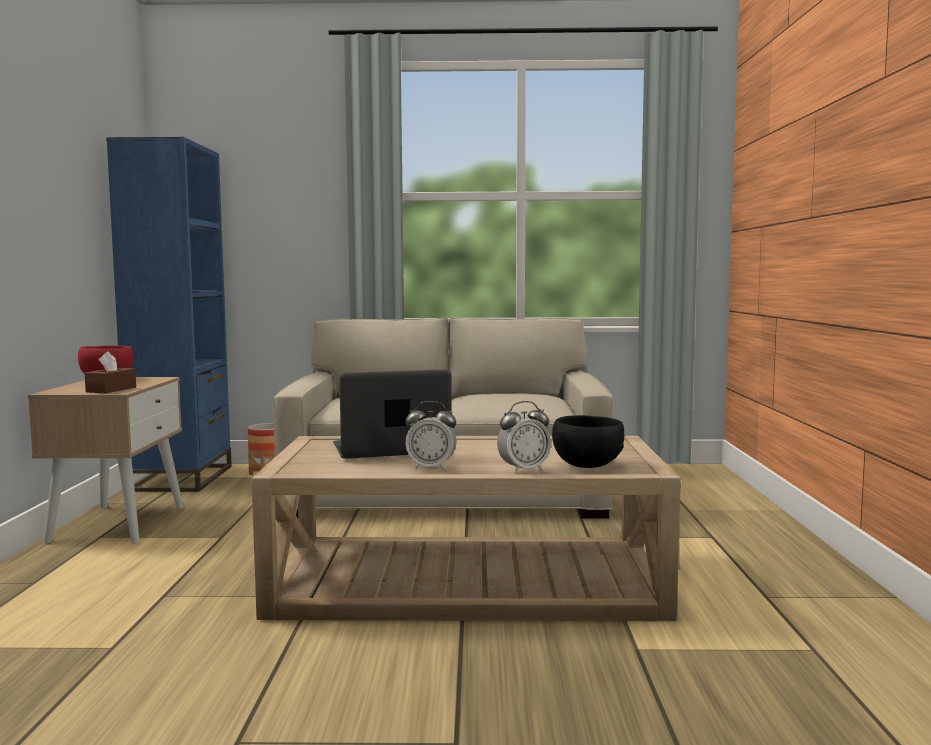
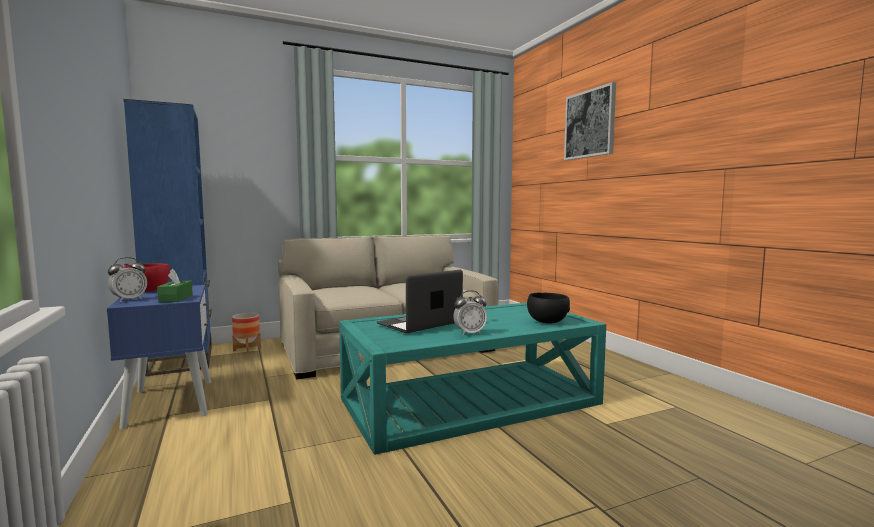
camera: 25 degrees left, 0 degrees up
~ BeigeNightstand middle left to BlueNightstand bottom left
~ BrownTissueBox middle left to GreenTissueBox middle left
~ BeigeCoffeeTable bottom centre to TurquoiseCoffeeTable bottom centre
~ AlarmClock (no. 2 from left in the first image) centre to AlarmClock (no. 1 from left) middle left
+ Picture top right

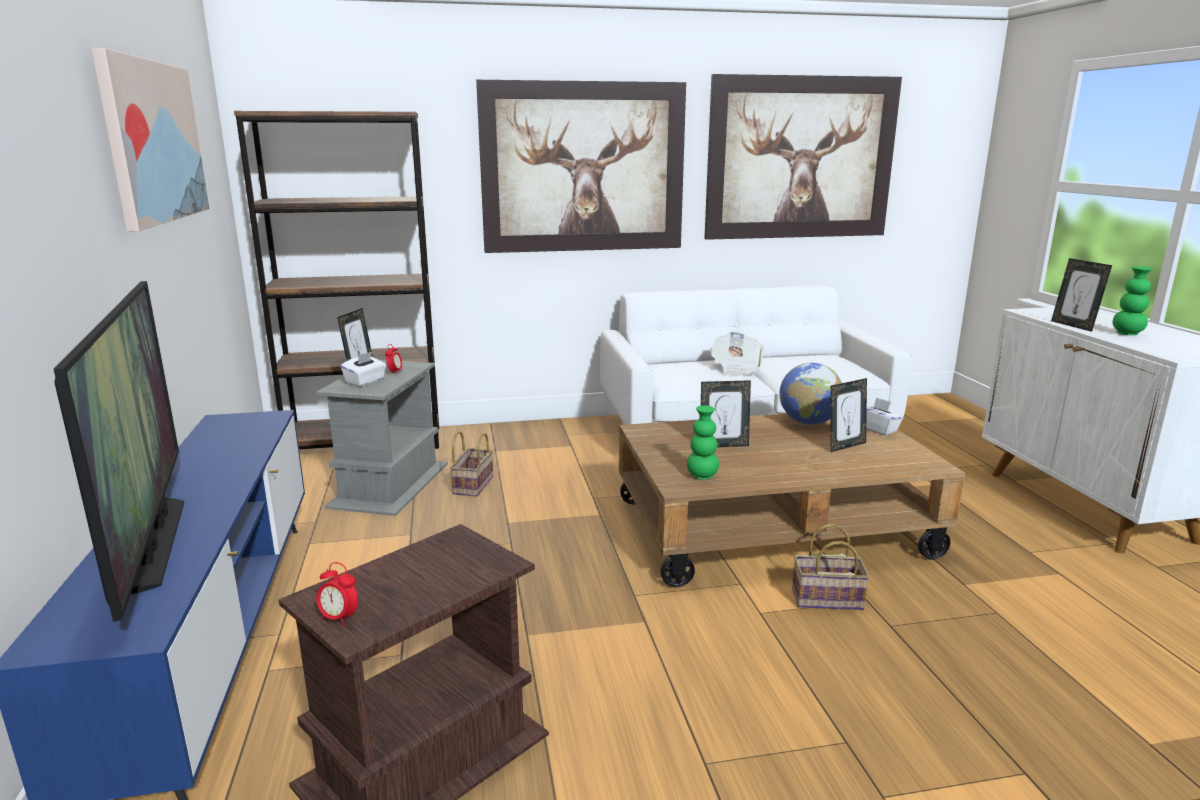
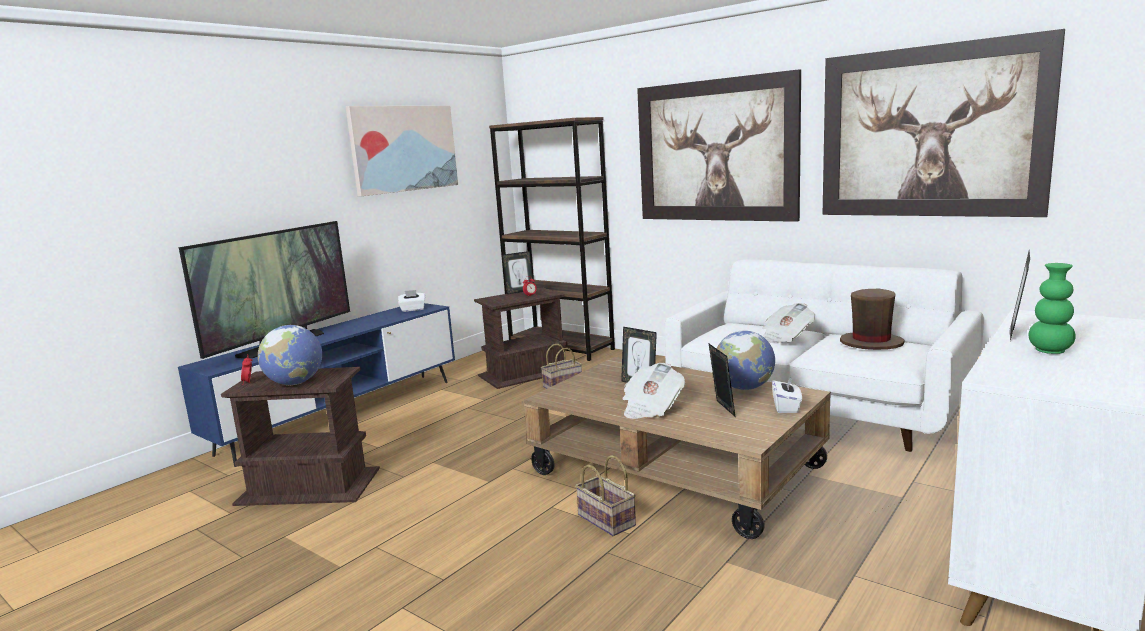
camera: 50 degrees right, 5 degrees down
~ GreySideTable middle left to BrownSideTable (no. 2 from left) centre
~ WhiteTissueBox (no. 1 from left) middle left to centre
- GreenVase (no. 1 from left) centre
~ PictureFrame (no. 3 from left) middle right = centre 120 degrees counterclockwise
+ Globe (no. 1 from left) middle left
+ Newspaper (no. 1 from left) centre
+ BrownHat middle right

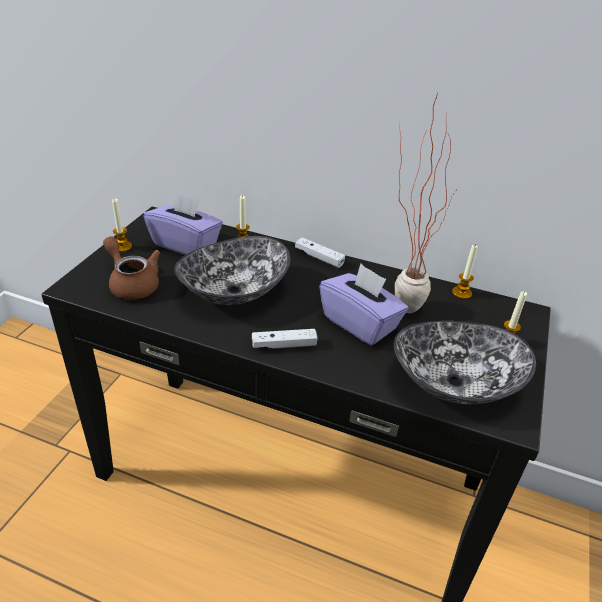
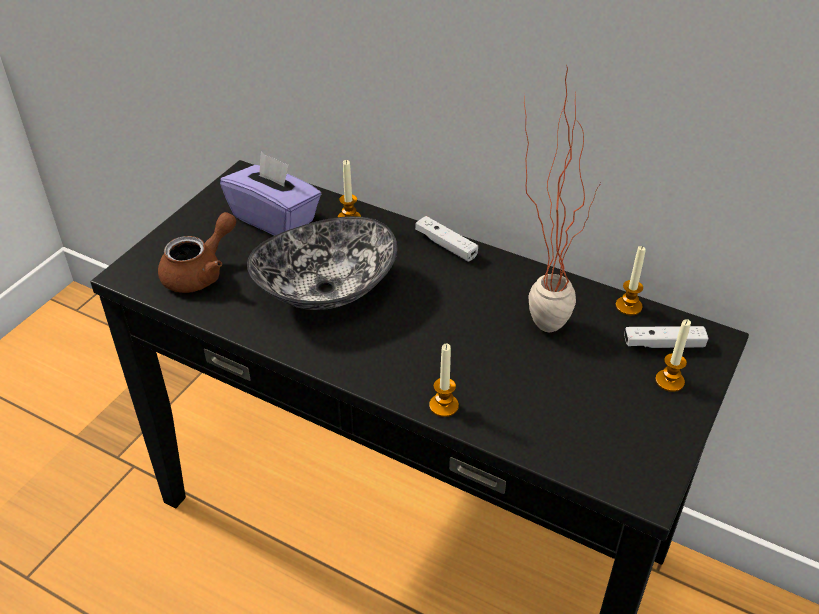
camera: 10 degrees right, 5 degrees up
~ BrownTeapot middle left = middle left 75 degrees clockwise
~ Candle (no. 1 from left in the first image) middle left to Candle (no. 2 from left) centre
~ WhiteGameController (no. 1 from left in the first image) centre to WhiteGameController (no. 2 from left) middle right
- PurpleTissueBox (no. 2 from left) centre
- Bowl (no. 2 from left) middle right

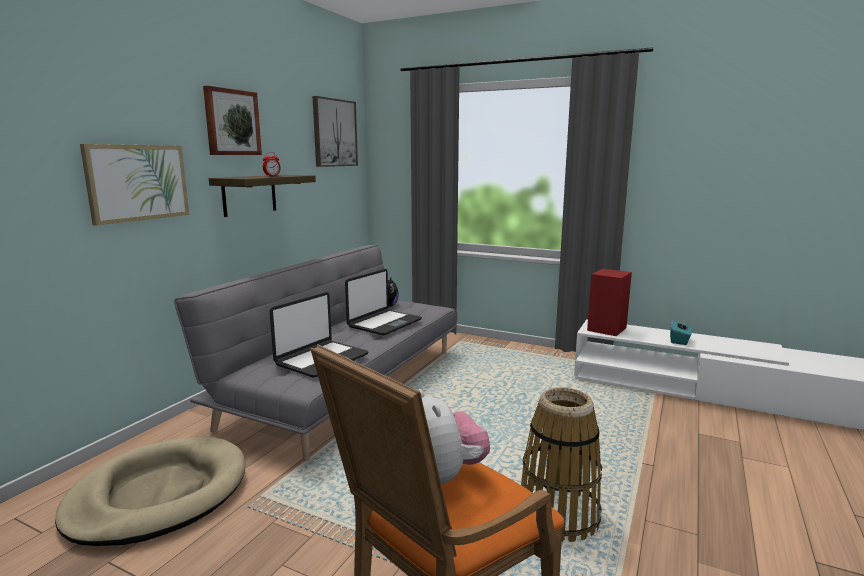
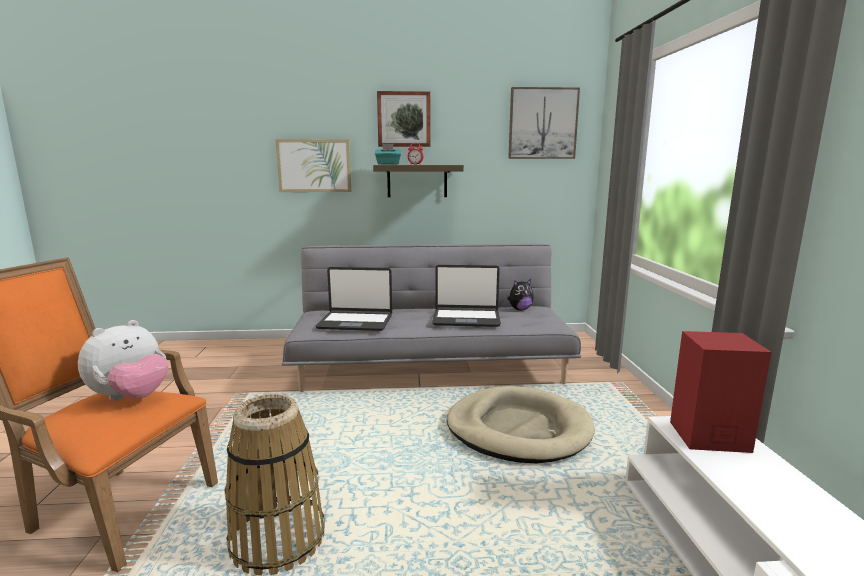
camera: 60 degrees right, 0 degrees up
~ BeigeDogBed bottom left to bottom centre
~ TurquoiseTissueBox middle right to top centre

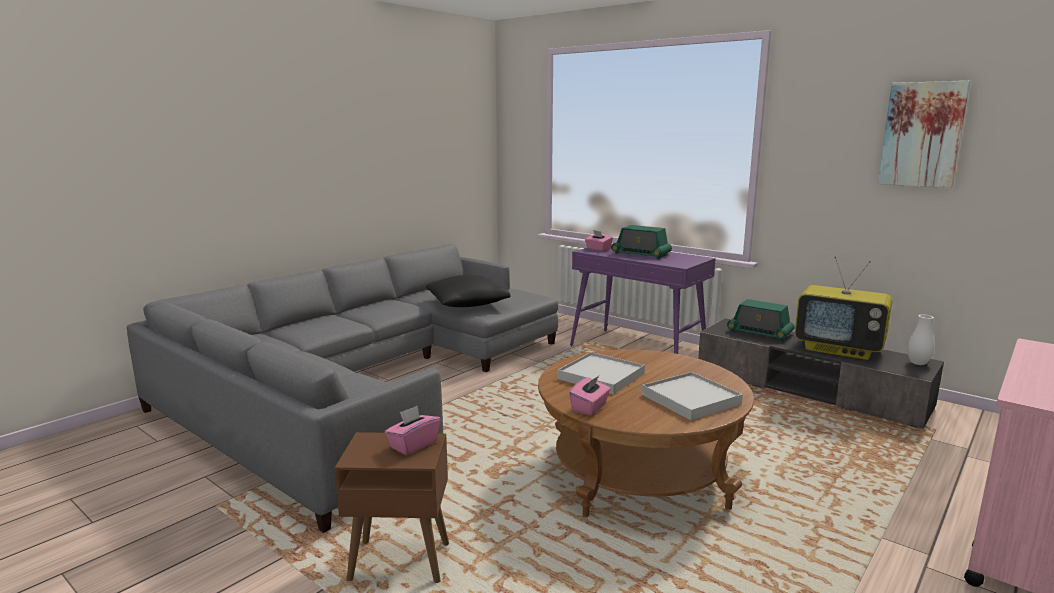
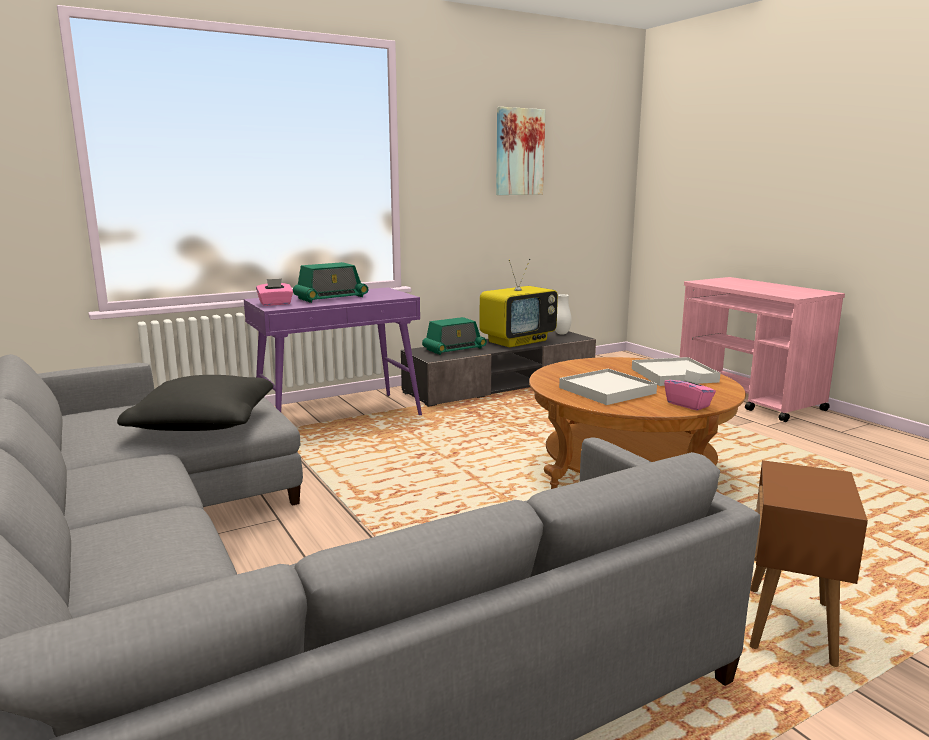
camera: 70 degrees left, 0 degrees up
- PinkTissueBox (no. 1 from left) bottom centre

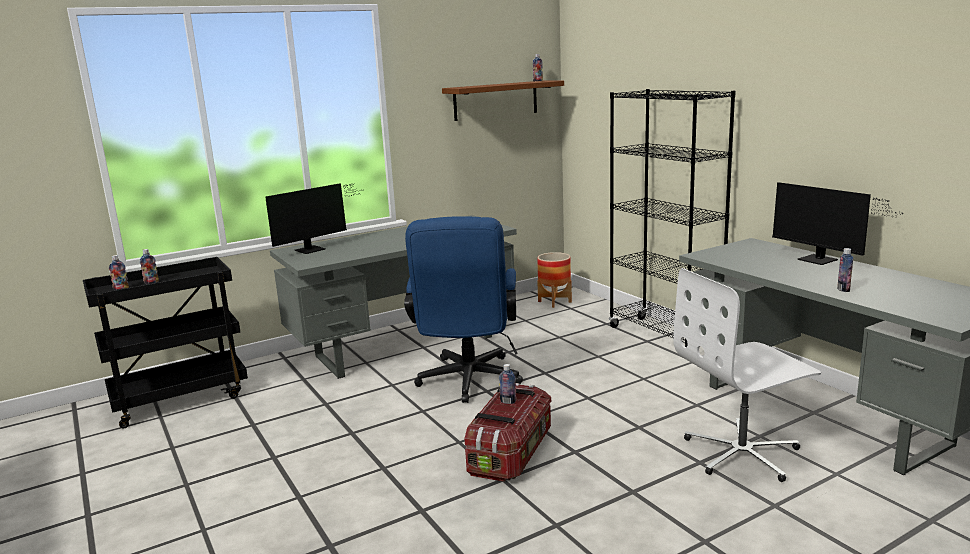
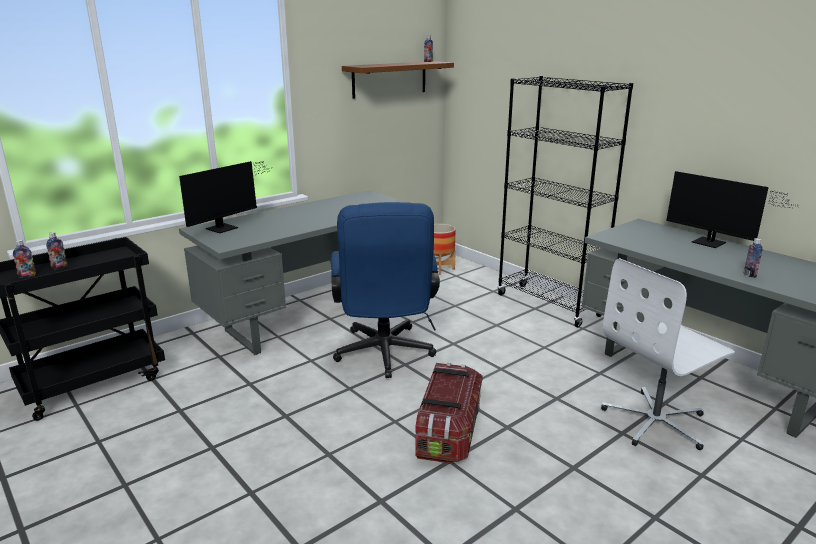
camera: 10 degrees left, 5 degrees up
- Bottle (no. 3 from left) bottom centre

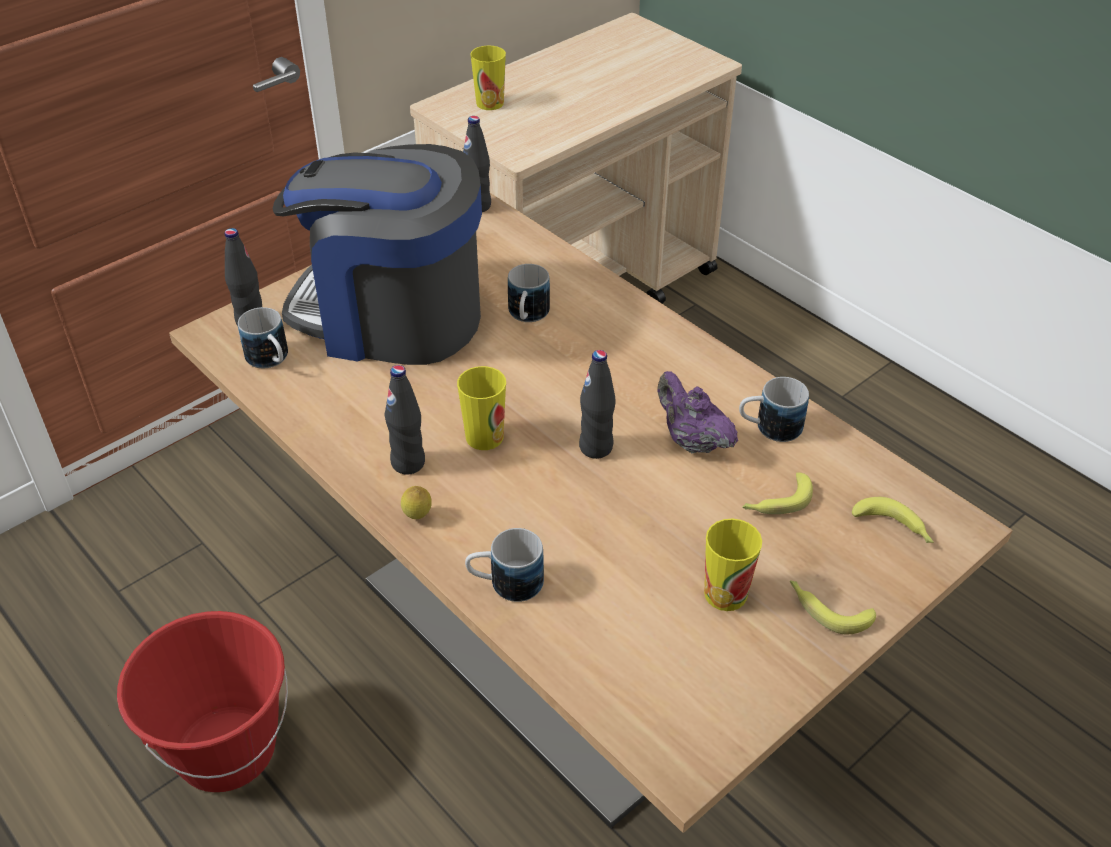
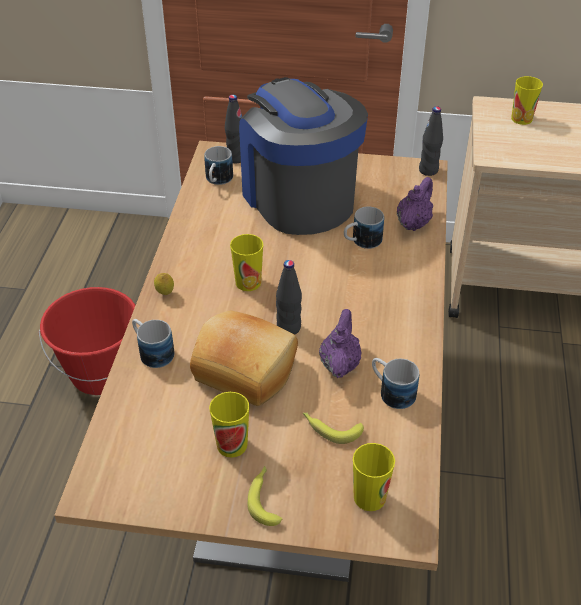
camera: 50 degrees right, 0 degrees up
- BlackBottle (no. 2 from left) centre
~ Banana (no. 3 from left) middle right to Cup (no. 3 from left) bottom centre
+ Bread centre
+ PurpleTeapot (no. 2 from left) middle right

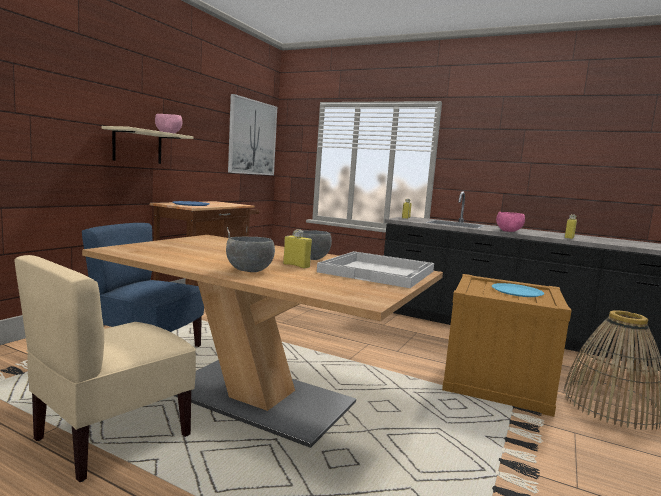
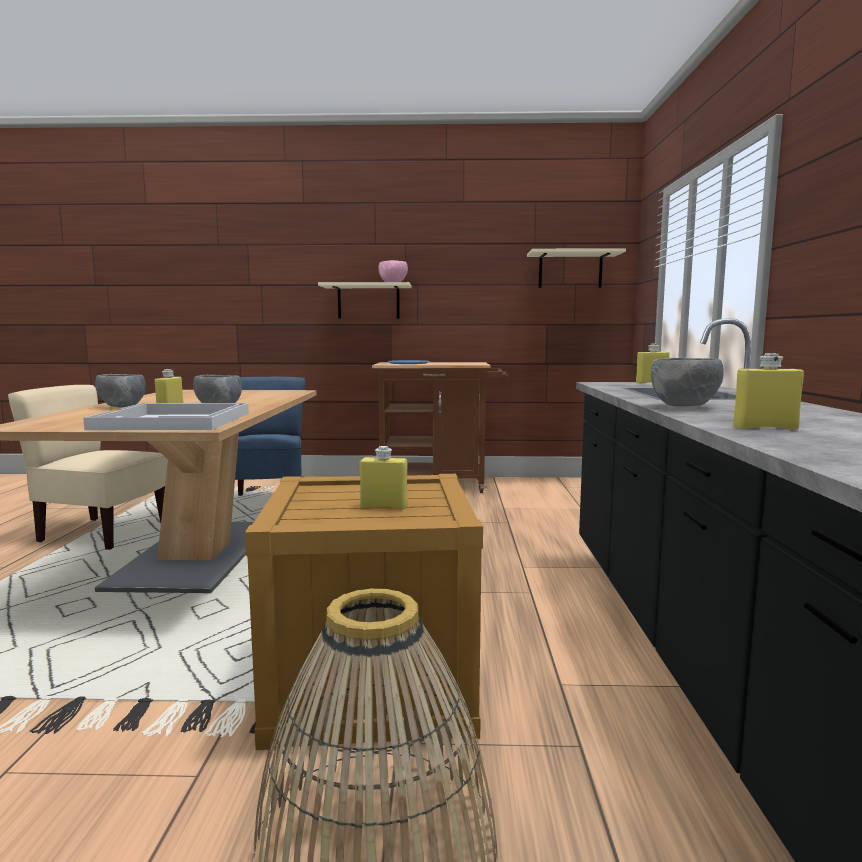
camera: 65 degrees right, 0 degrees up
~ Picture top centre to BeigeShelf (no. 2 from left) top right
~ BluePlate (no. 2 from left) middle right to YellowBottle (no. 2 from left) centre
~ PinkBowl (no. 2 from left) middle right to GreyBowl (no. 3 from left) middle right

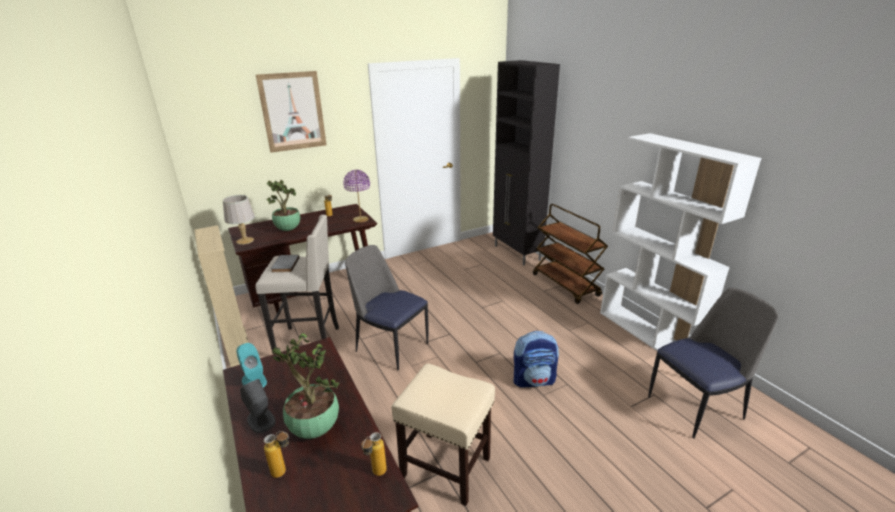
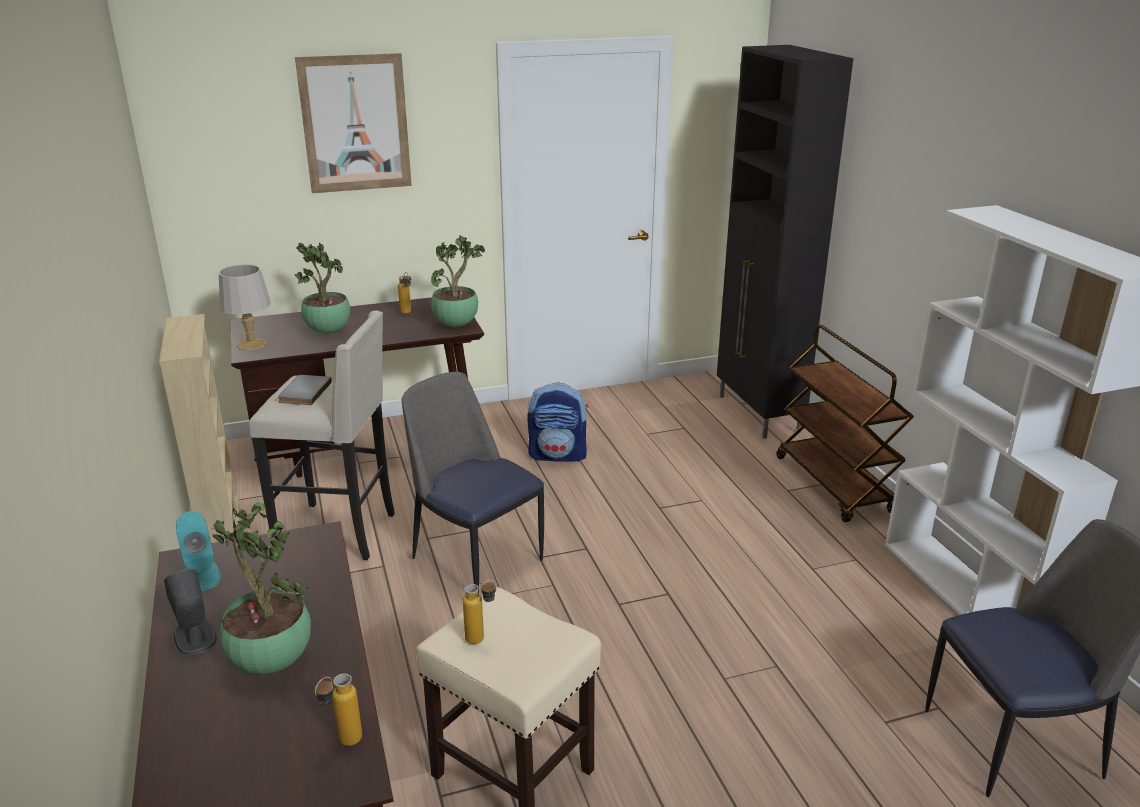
camera: 10 degrees right, 0 degrees up
~ Bottle (no. 1 from left in the first image) bottom left to Bottle (no. 3 from left) bottom centre
~ PurpleTableLamp centre to PottedPlant (no. 3 from left) centre
~ Backpack bottom centre to centre

